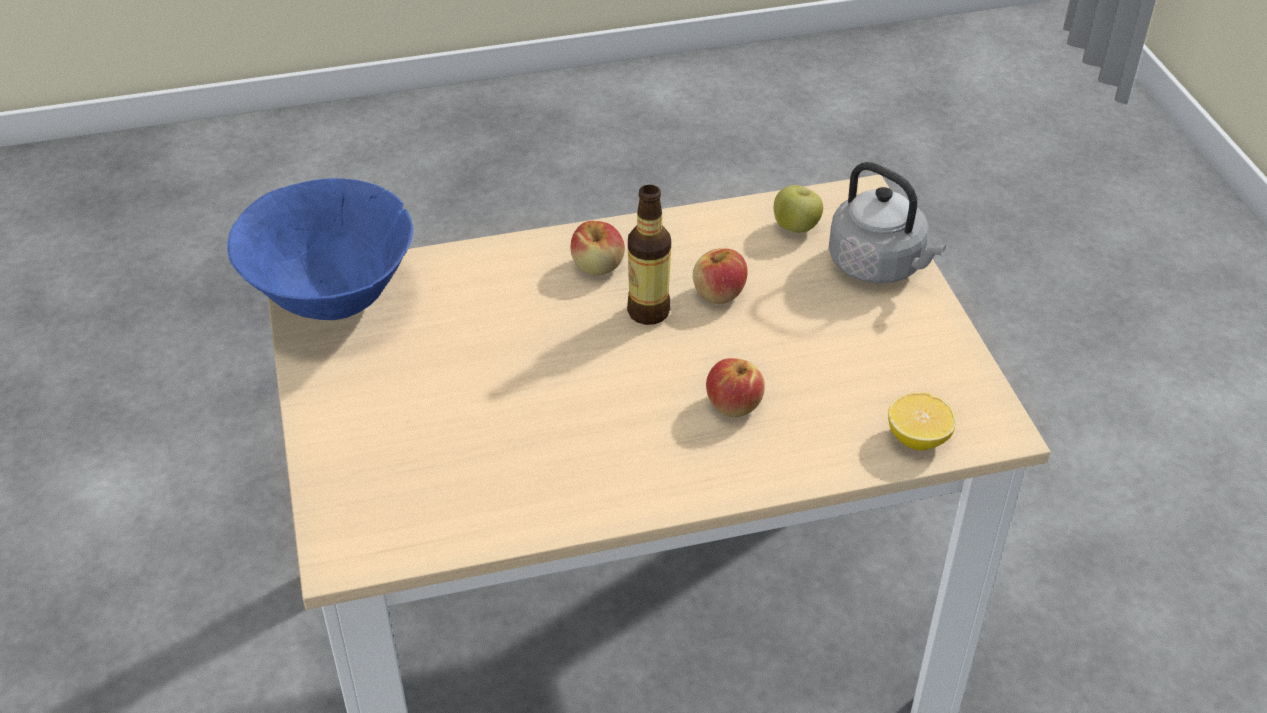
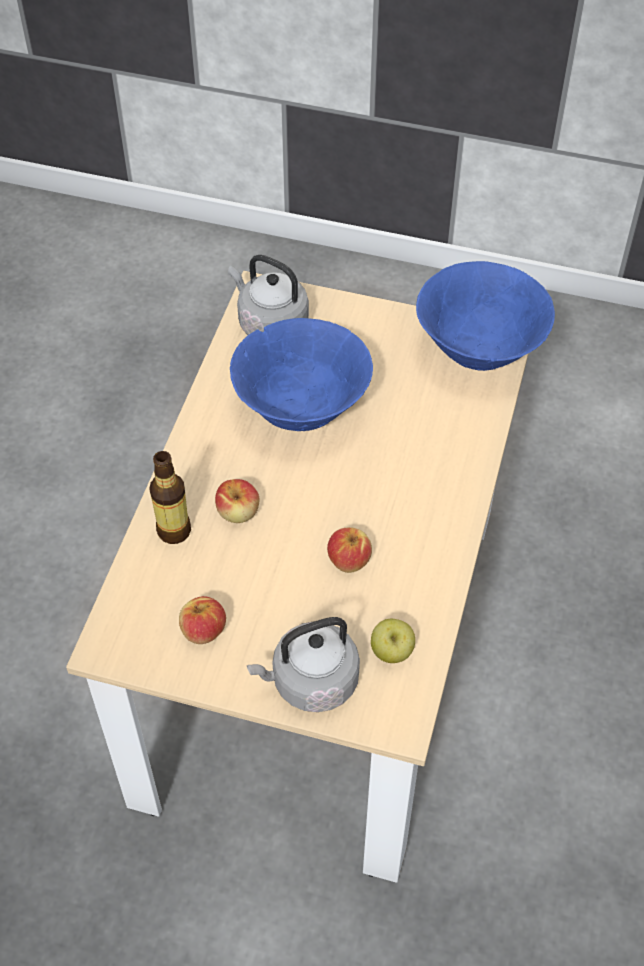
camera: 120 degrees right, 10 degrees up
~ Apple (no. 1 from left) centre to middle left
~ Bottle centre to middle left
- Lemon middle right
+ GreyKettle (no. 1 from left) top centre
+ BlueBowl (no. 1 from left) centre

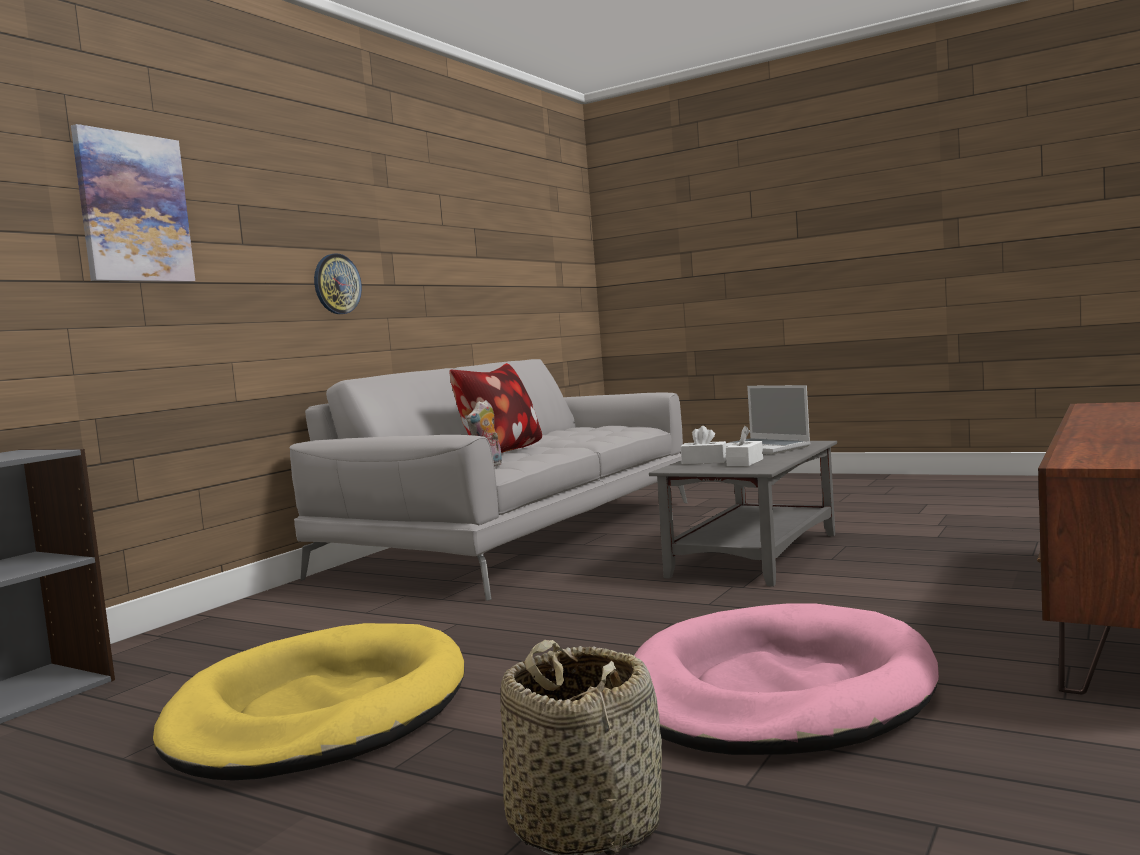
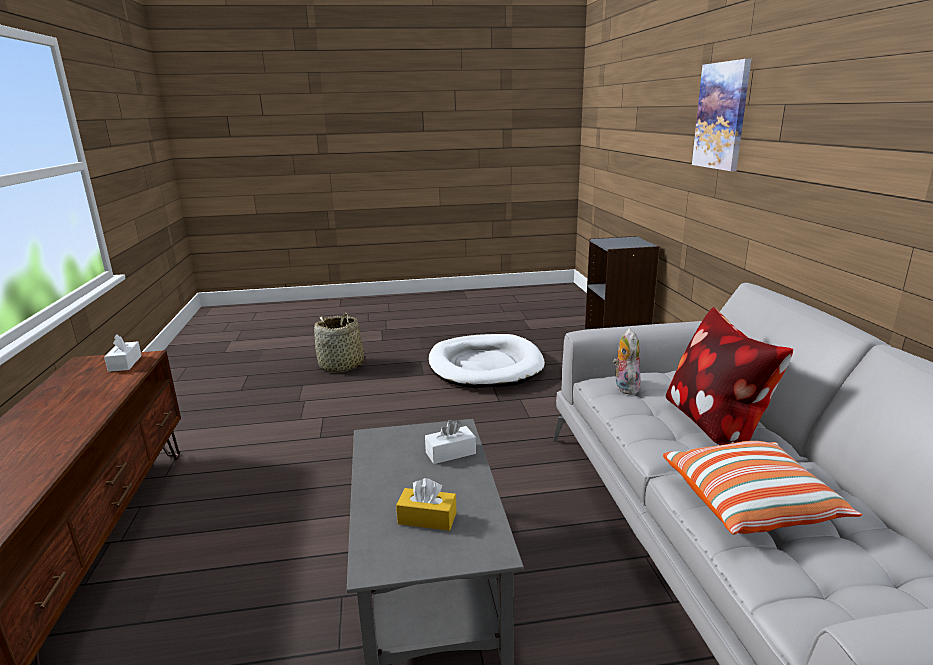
camera: 140 degrees right, 15 degrees up
~ YellowDogBed bottom left to WhiteDogBed centre
- WallClock top left
- PinkDogBed bottom right
~ Laptop middle right to YellowTissueBox bottom centre
~ WhiteTissueBox (no. 2 from left in the first image) centre to WhiteTissueBox (no. 1 from left) middle left
+ Pillow (no. 2 from left) bottom right

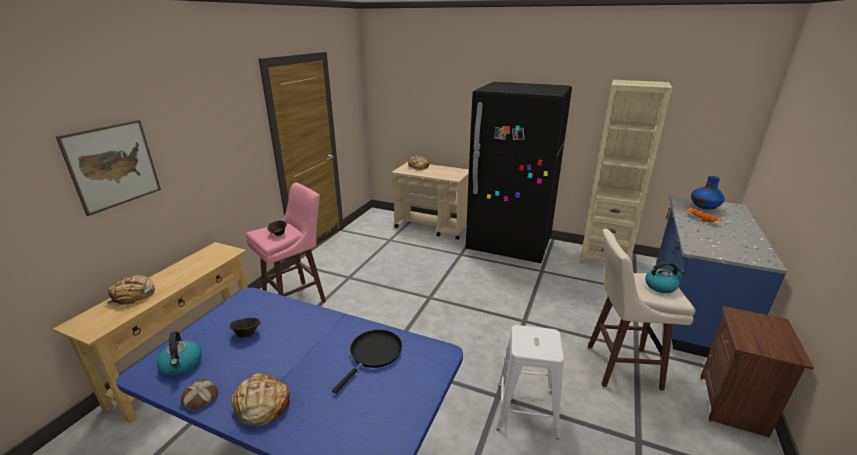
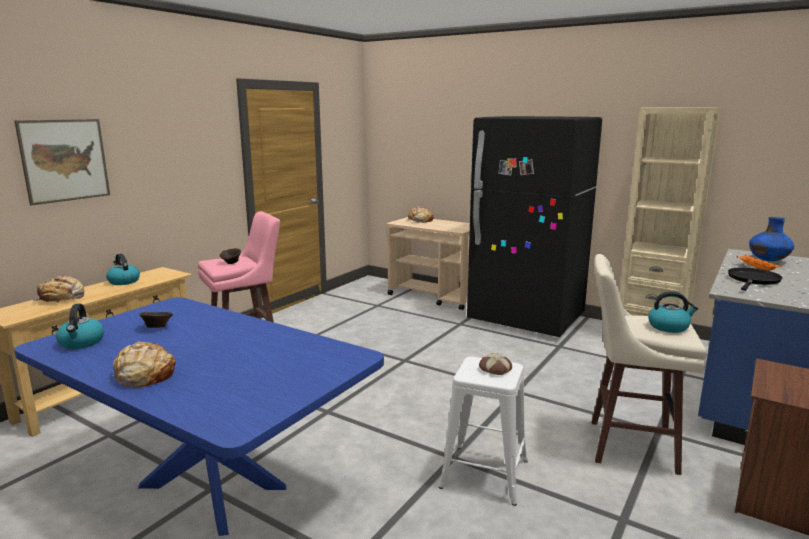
camera: 10 degrees right, 10 degrees down
~ Bread (no. 2 from left in the first image) bottom left to Bread (no. 4 from left) bottom centre
~ BlackFryingPan bottom centre to middle right
+ Kettle (no. 2 from left) middle left

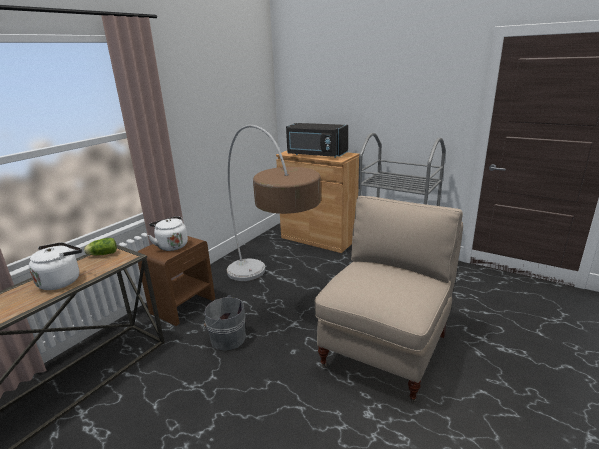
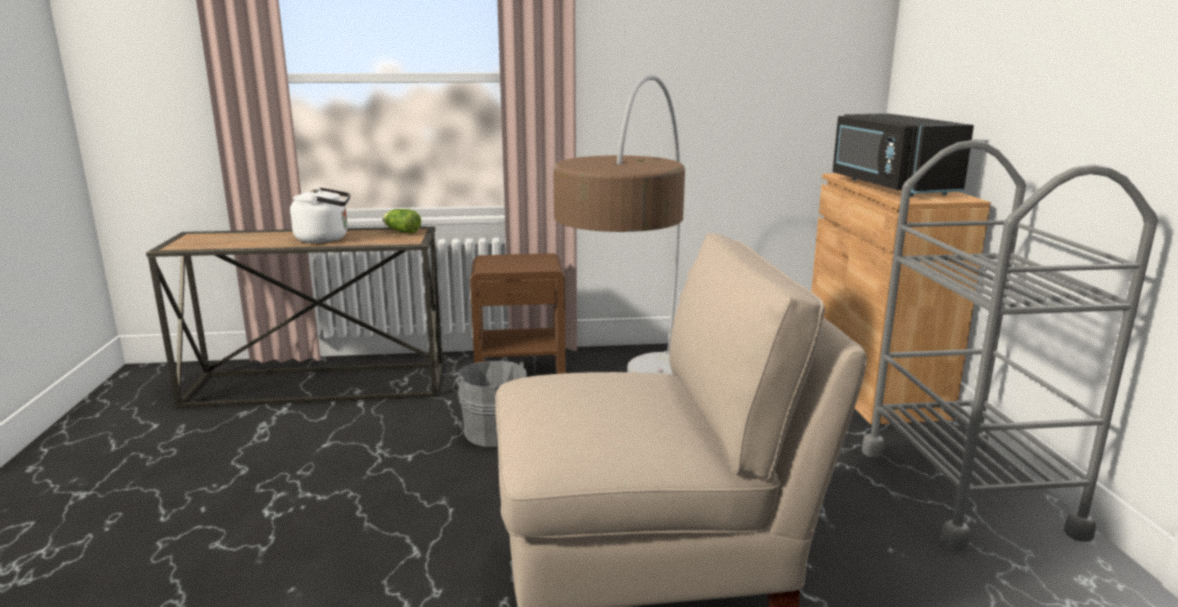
camera: 50 degrees right, 5 degrees down
- WhiteKettle (no. 2 from left) middle left

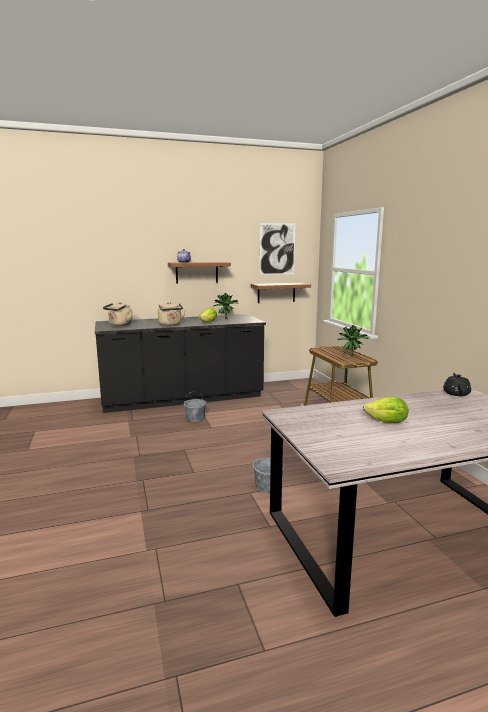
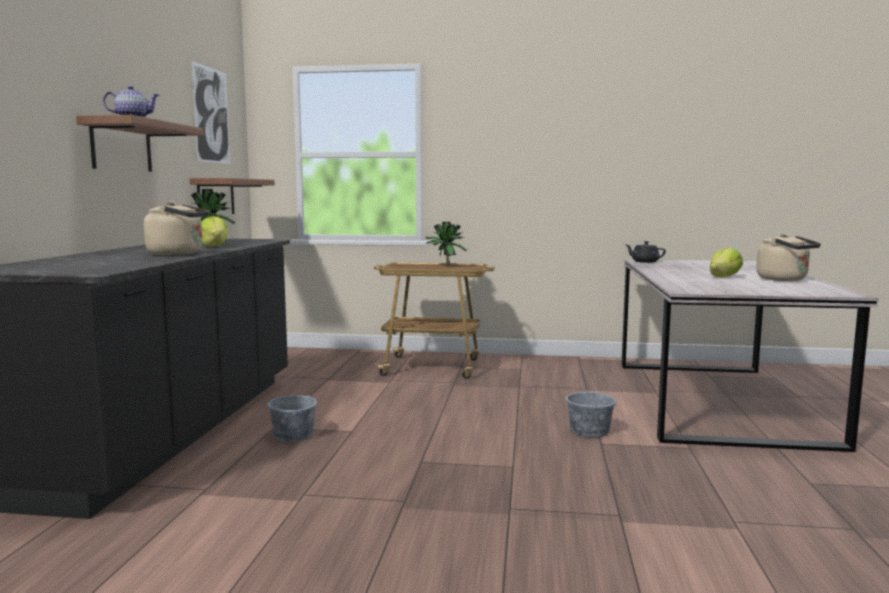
camera: 65 degrees left, 5 degrees down
~ BeigeKettle (no. 1 from left in the first image) middle left to BeigeKettle (no. 2 from left) middle right

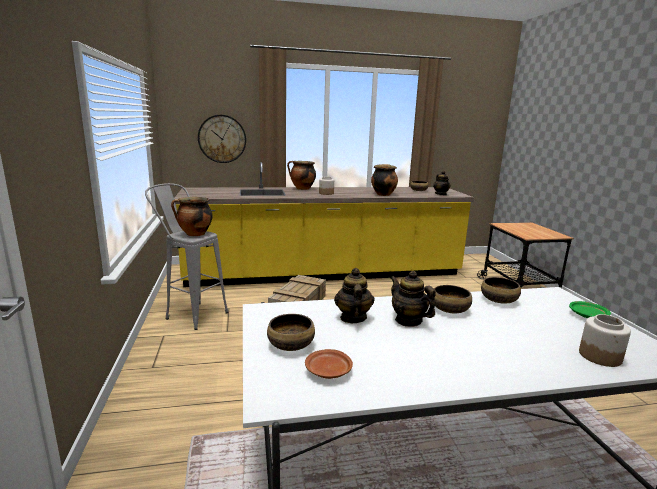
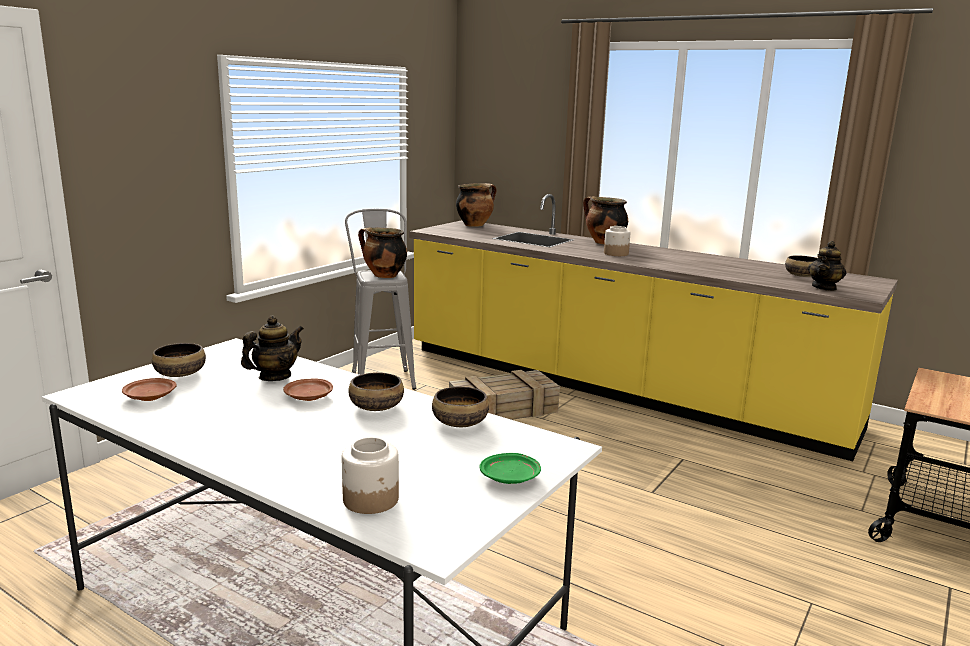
camera: 45 degrees right, 0 degrees up
- WallClock top centre
~ CookingPot (no. 3 from left in the first image) centre to CookingPot (no. 2 from left) top centre
~ Teapot (no. 2 from left) centre to BrownPlate (no. 2 from left) middle left

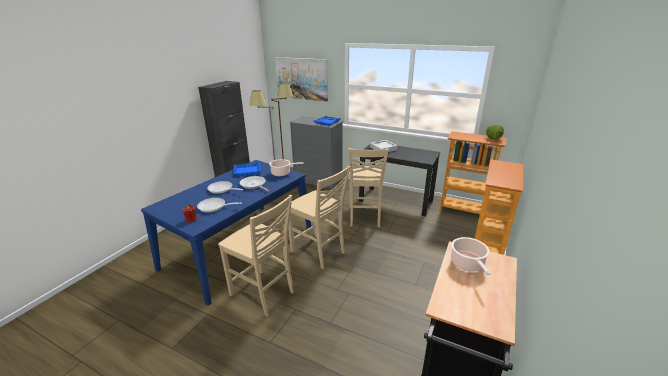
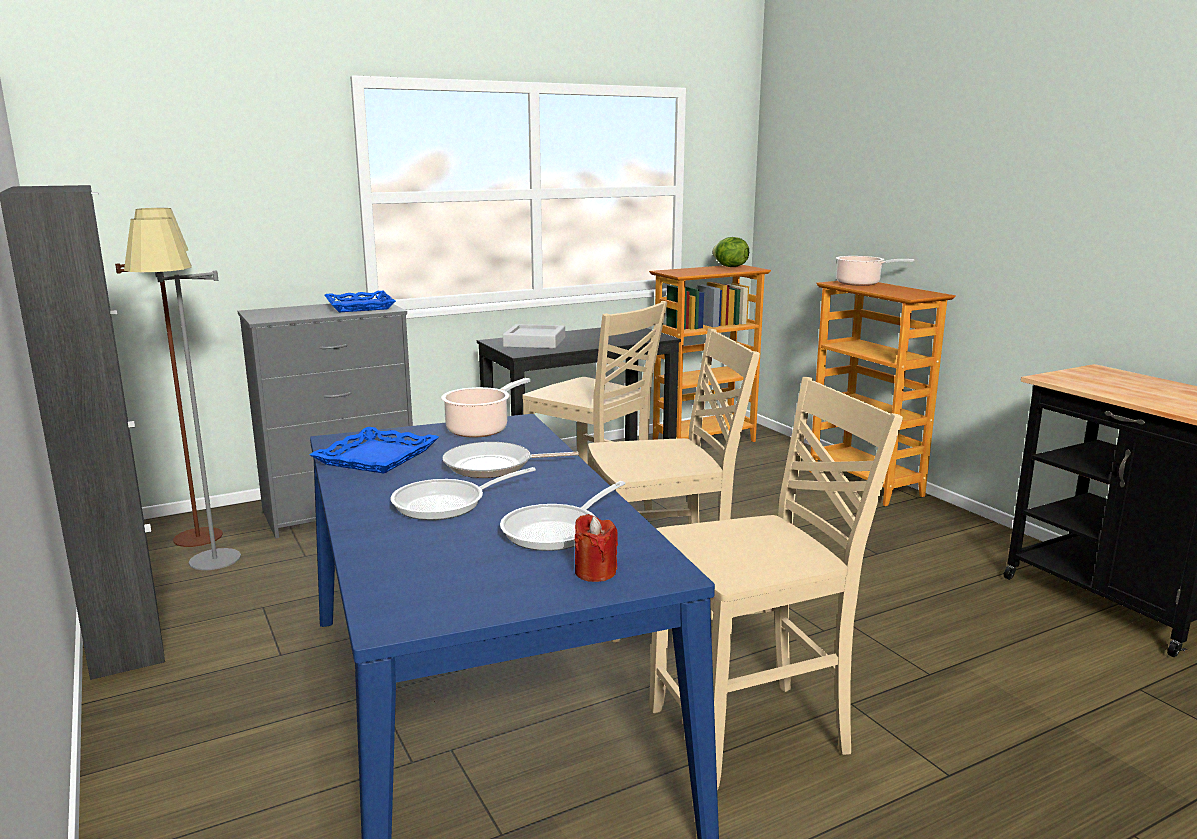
camera: 55 degrees left, 10 degrees down
- Picture top centre
~ CookingPot (no. 2 from left) bottom right to top right

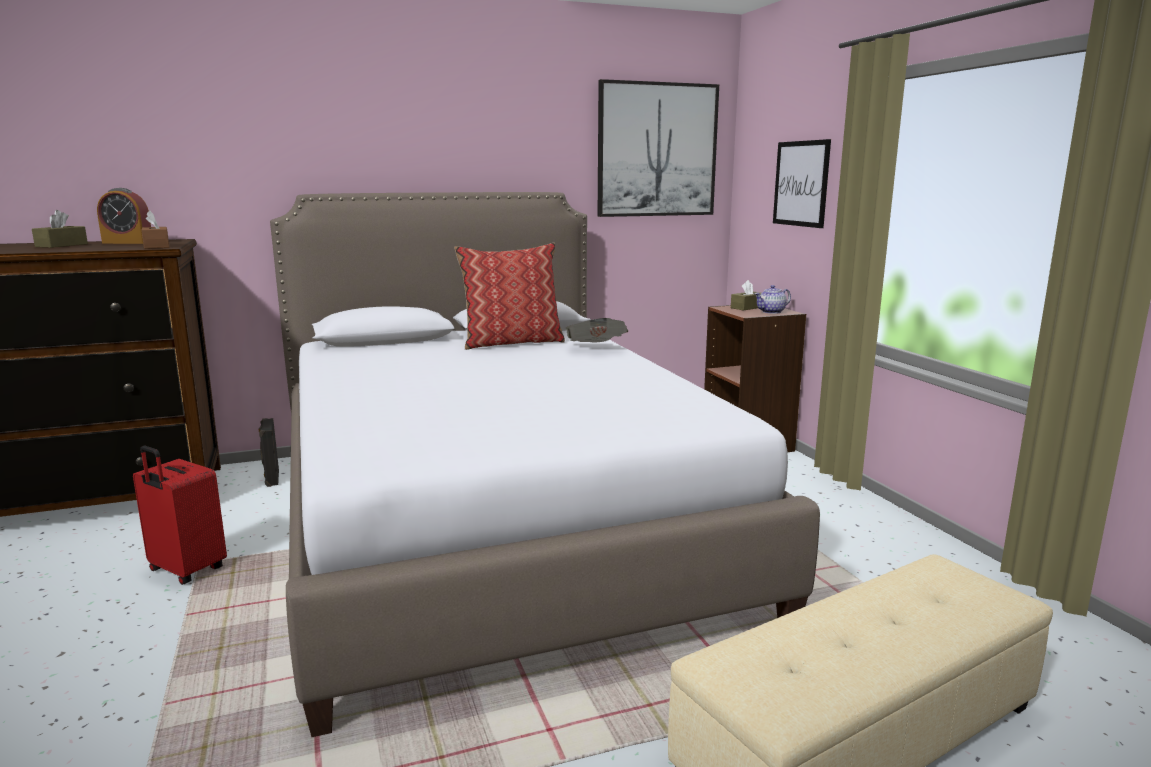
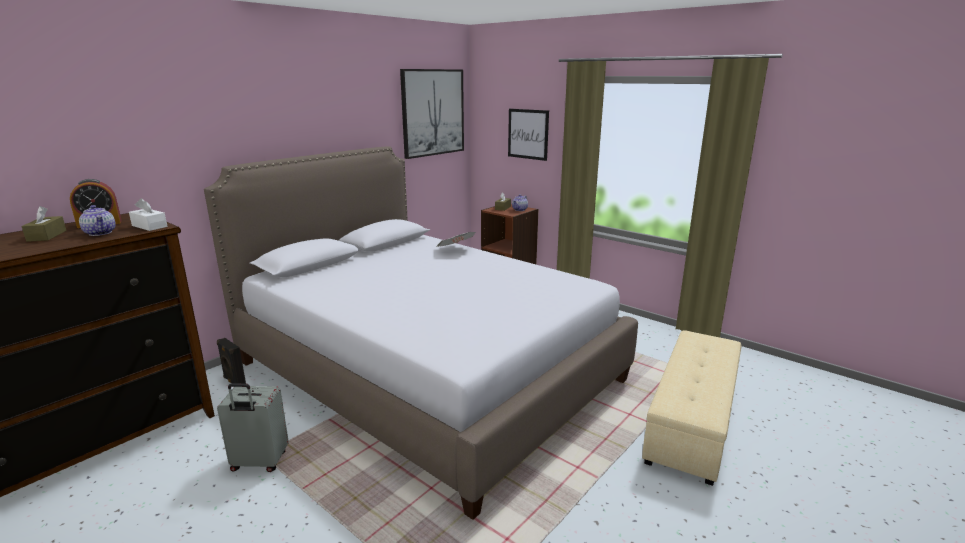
camera: 30 degrees left, 5 degrees up
~ RedSuitcase bottom left to GreySuitcase bottom left
~ BrownTissueBox (no. 2 from left) top left to WhiteTissueBox middle left
- Pillow centre
+ Teapot (no. 1 from left) middle left

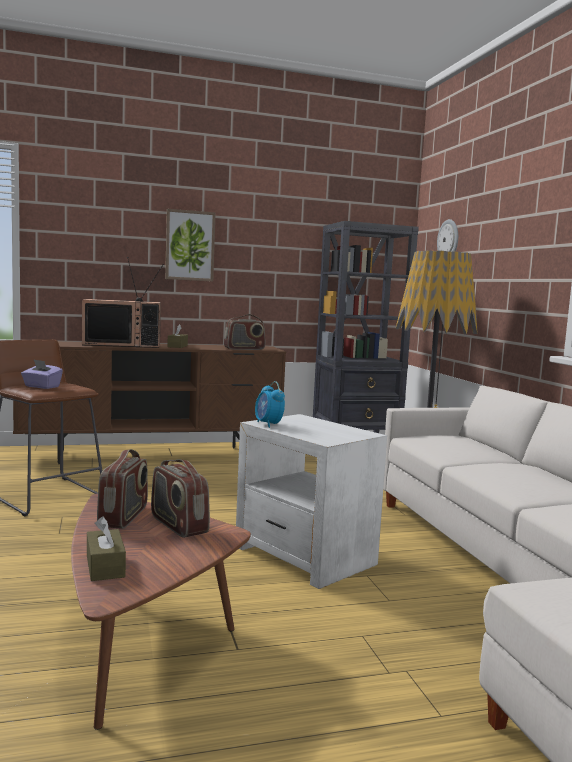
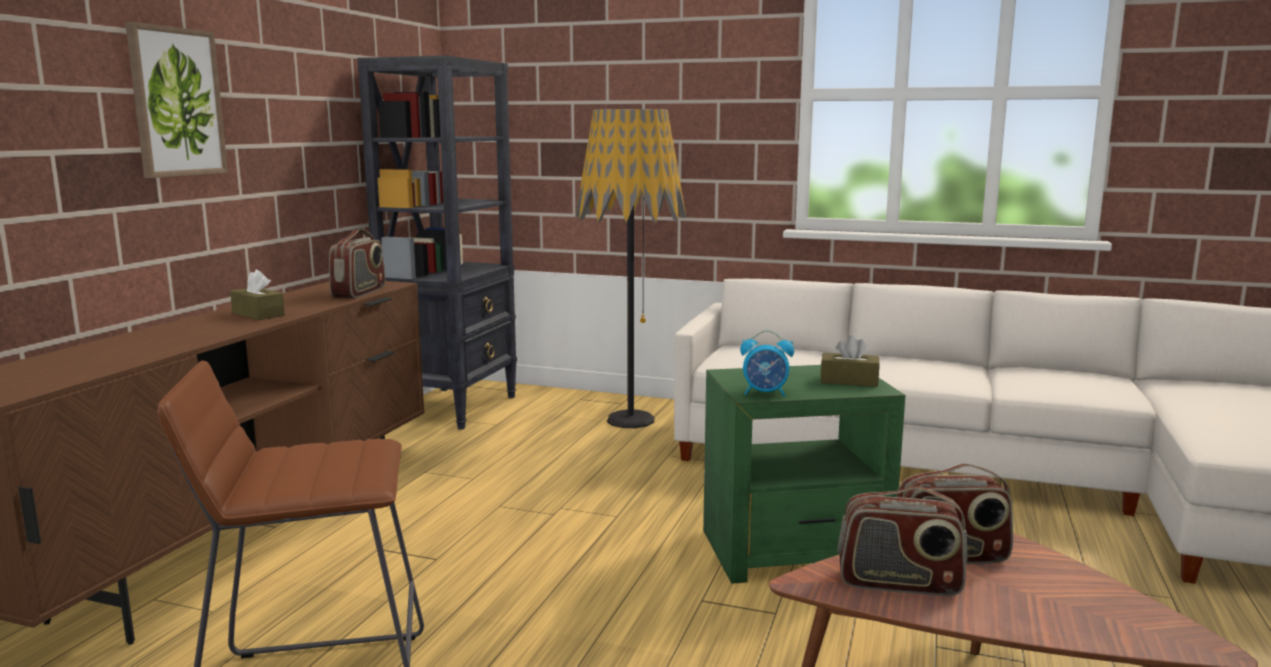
camera: 55 degrees left, 5 degrees up
- PurpleTissueBox middle left
- Television middle left
~ BrownTissueBox (no. 1 from left in the first image) bottom left to BrownTissueBox (no. 2 from left) middle right
~ Radio (no. 1 from left in the first image) middle left = bottom right 150 degrees clockwise
~ WhiteSideTable centre to GreenSideTable bottom centre
- WallClock top right

